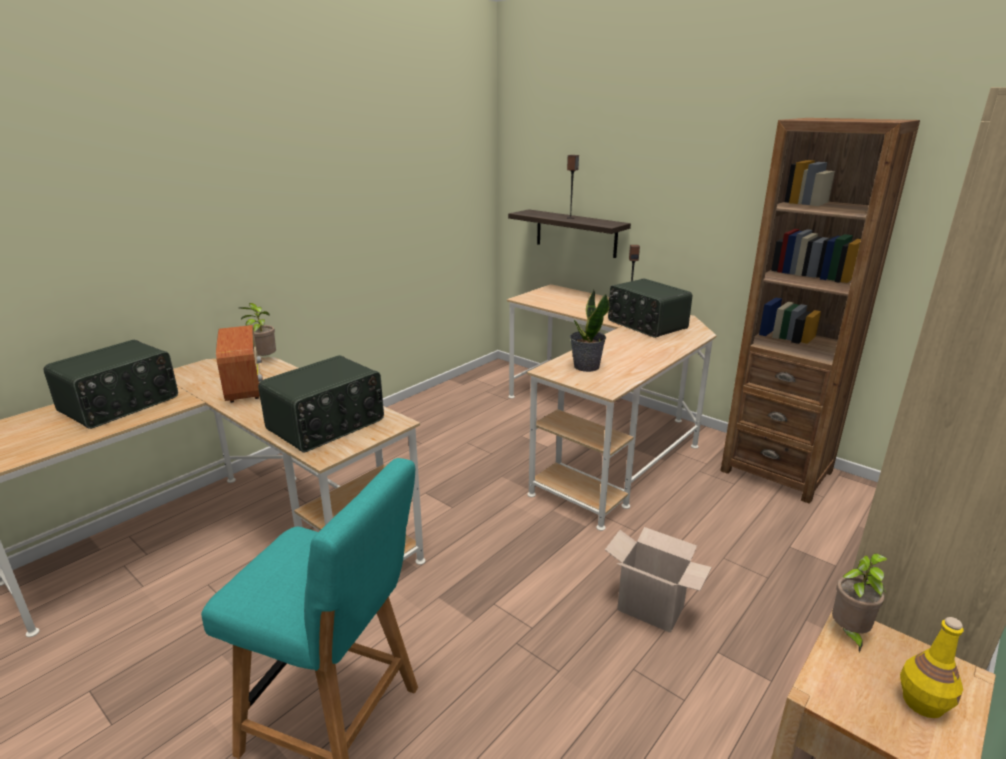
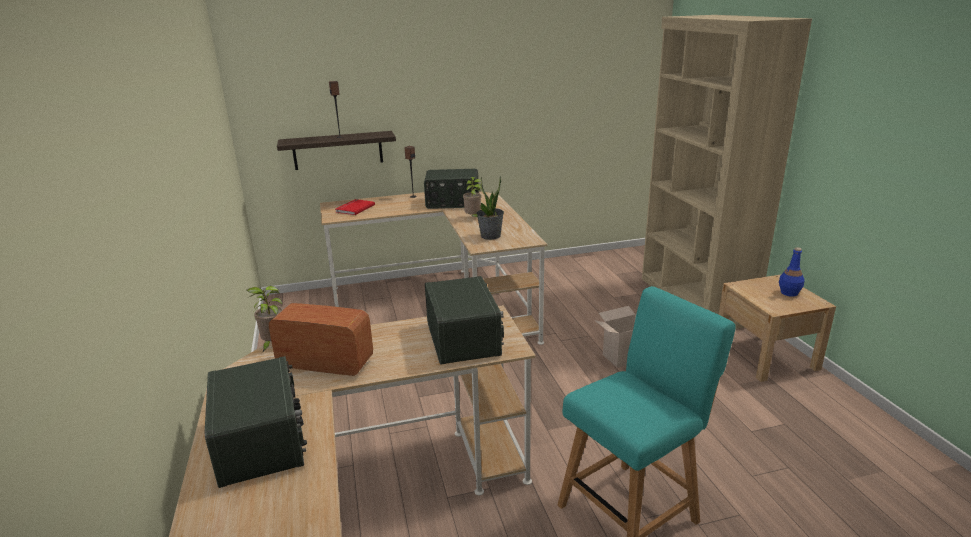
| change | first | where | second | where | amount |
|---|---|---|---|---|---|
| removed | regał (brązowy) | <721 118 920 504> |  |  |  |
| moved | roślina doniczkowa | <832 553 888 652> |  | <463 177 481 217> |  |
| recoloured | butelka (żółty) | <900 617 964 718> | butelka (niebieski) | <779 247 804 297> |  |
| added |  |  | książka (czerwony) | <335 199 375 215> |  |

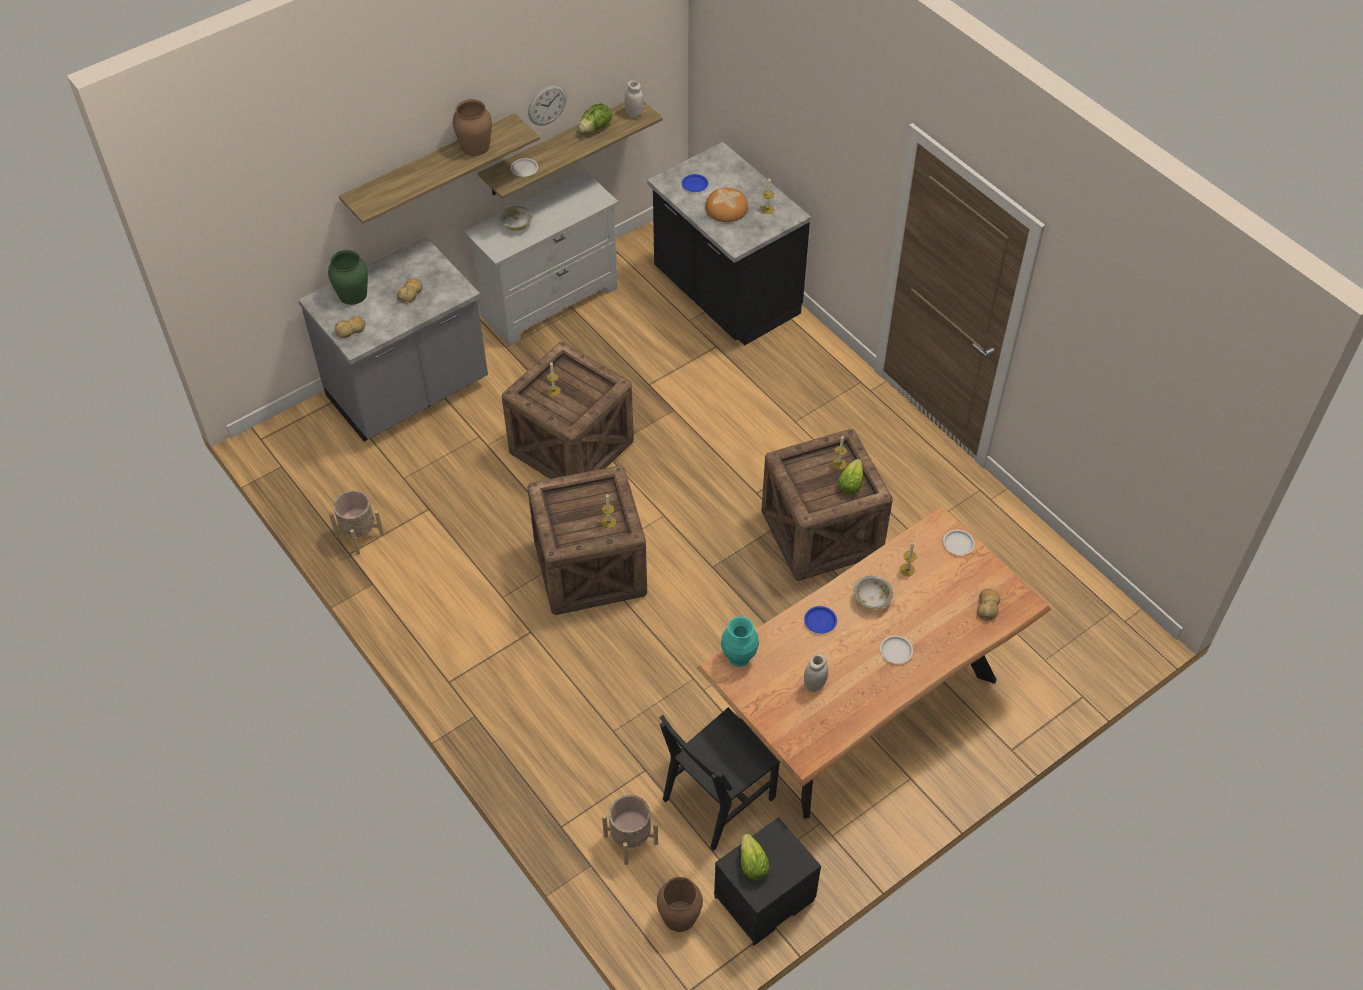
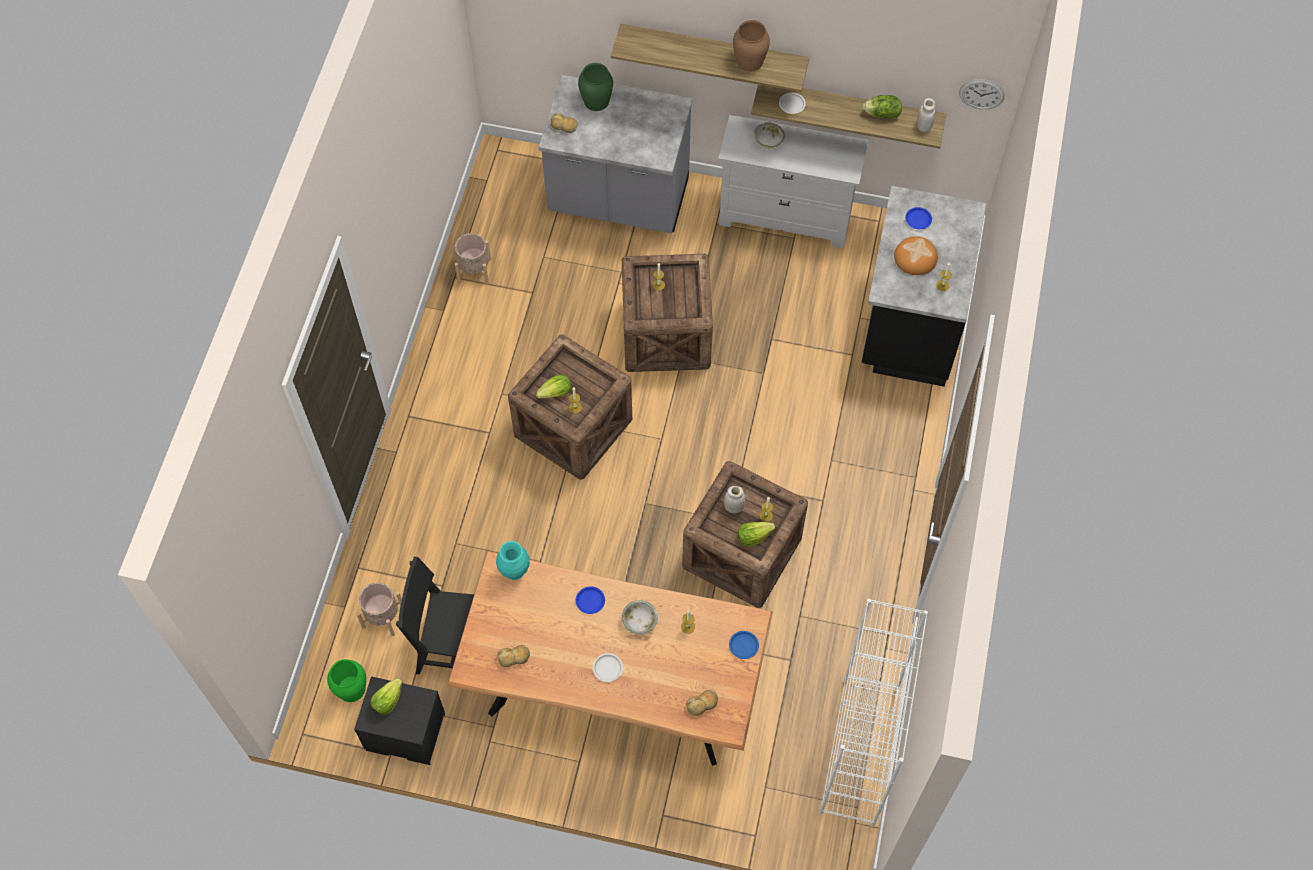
| change | first | where | second | where | amount |
|---|---|---|---|---|---|
| moved | chleb | <397 278 423 304> |  | <497 645 530 667> |  |
| moved | zegar ścienny | <528 84 567 126> |  | <959 79 1005 110> |  |
| recoloured | wazon (brązowy) | <657 877 703 932> | wazon (zielony) | <327 659 366 702> |  |
| moved | słoik (biały) | <804 653 828 692> |  | <724 486 745 513> |  |
| recoloured | talerz (biały) | <943 530 975 555> | talerz (niebieski) | <729 631 759 659> |  |
| added |  |  | sałata | <536 374 571 399> |  |
| added |  |  | regał (biały) | <820 598 928 826> |  |

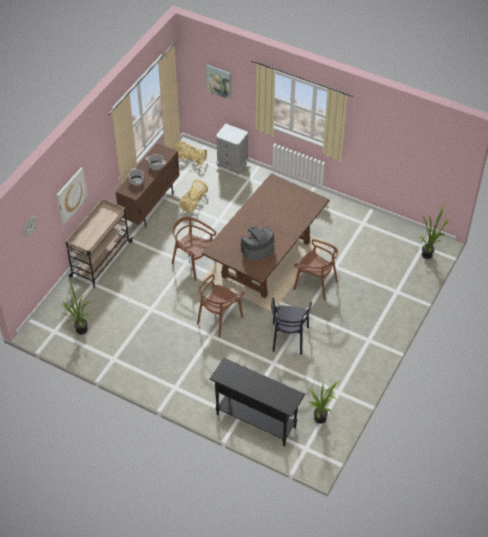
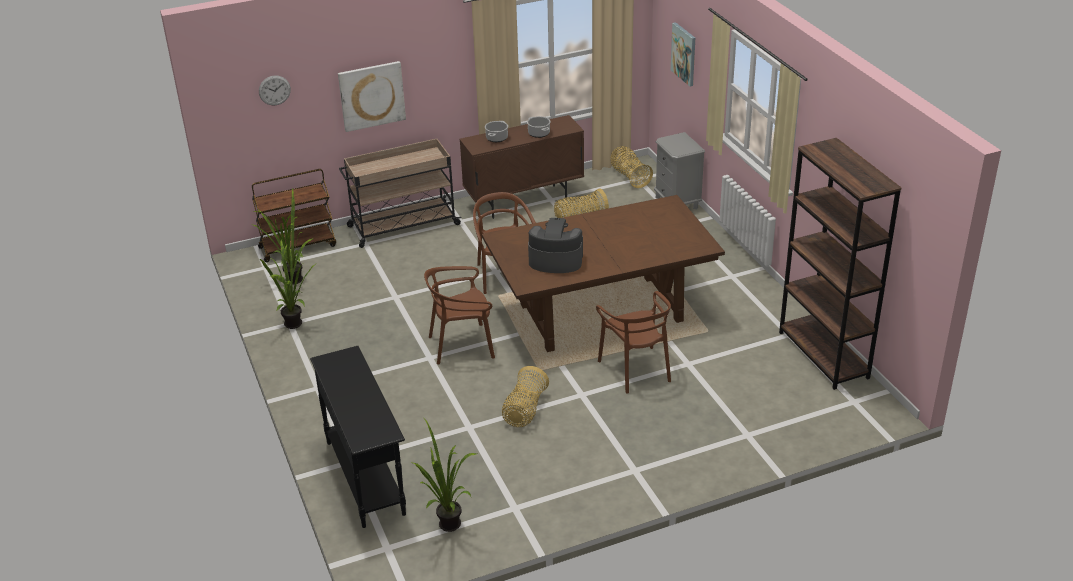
| change | first | where | second | where | amount |
|---|---|---|---|---|---|
| replaced | krzesło (czarny) | <271 298 312 355> | koszyk | <502 366 549 427> |  |
| moved | roślina doniczkowa | <419 204 451 259> |  | <259 238 317 329> |  |
| added |  |  | wózek (brązowy) | <252 169 336 262> |  |
| added |  |  | regał (brązowy) | <779 138 902 390> |  |

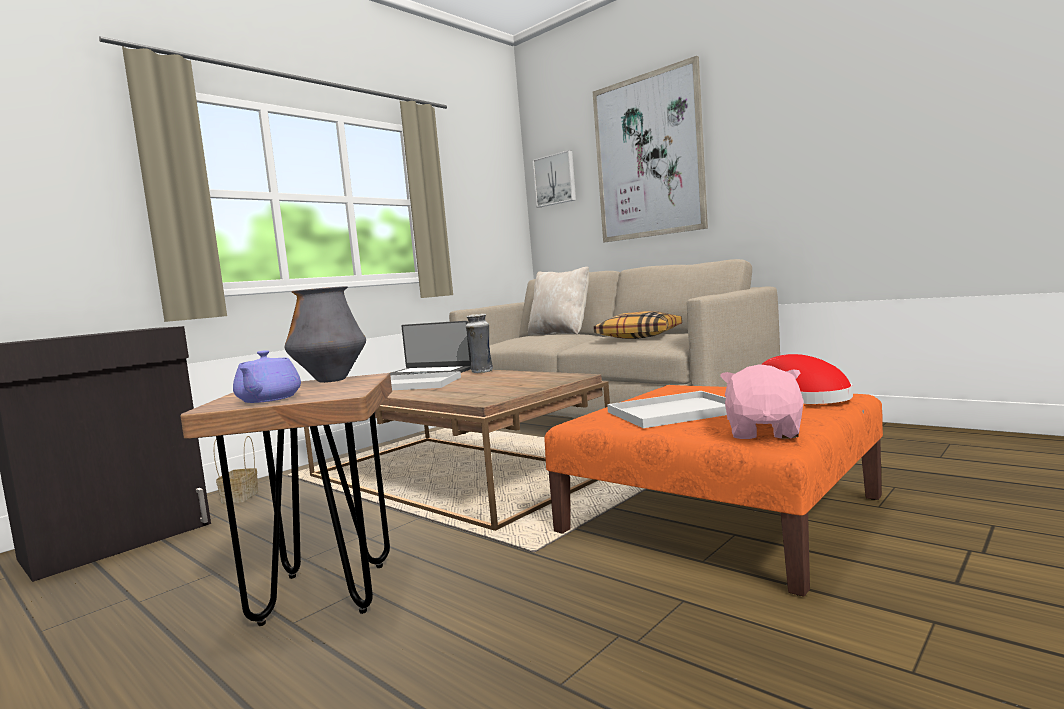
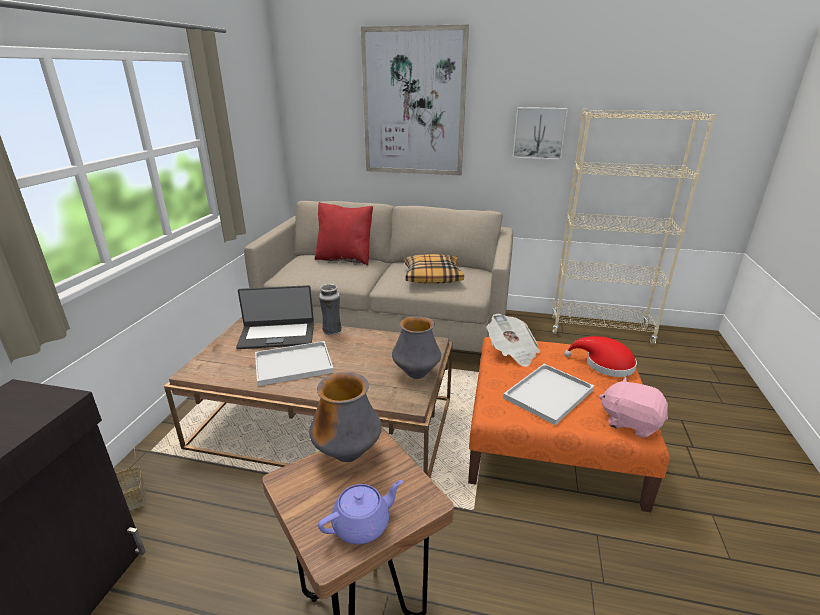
| change | first | where | second | where | amount |
|---|---|---|---|---|---|
| turned | imbryk (fioletowy) | <233 350 301 403> |  | <318 480 403 544> | 90 degrees counterclockwise |
| recoloured | poduszka (beżowy) | <528 267 589 335> | poduszka (czerwony) | <315 202 373 266> |  |
| moved | obraz | <532 150 576 207> |  | <513 107 568 160> |  |
| turned | pluszak (różowy) | <720 364 803 439> |  | <599 377 668 438> | 45 degrees counterclockwise |
| added |  |  | wazon | <392 316 441 379> |  |
| added |  |  | gazeta | <487 314 540 367> |  |
| added |  |  | regał (beżowy) | <552 109 715 345> |  |

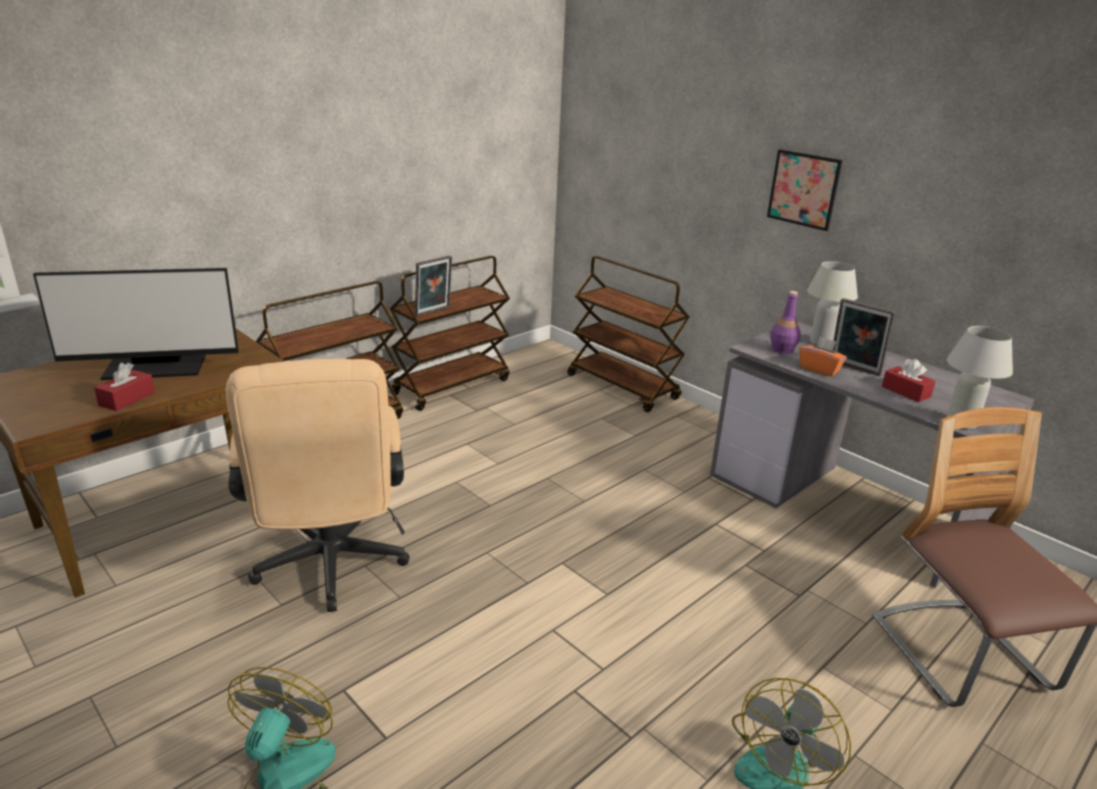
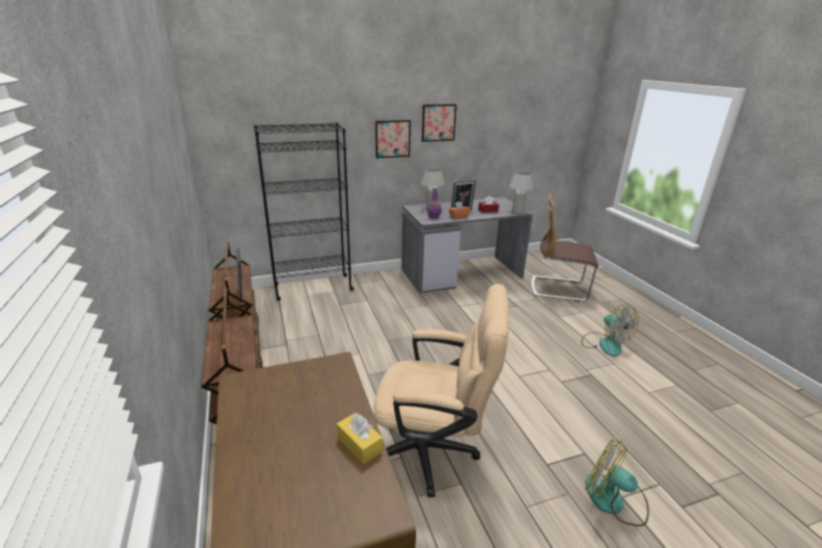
| change | first | where | second | where | amount |
|---|---|---|---|---|---|
| removed | monitor | <33 268 239 380> |  |  |  |
| recoloured | pudełko chusteczek (czerwony) | <94 363 155 411> | pudełko chusteczek (żółty) | <337 413 383 464> |  |
| replaced | wózek (brązowy) | <567 256 690 412> | regał (czarny) | <254 123 354 301> |  |
| added |  |  | obraz | <422 104 457 142> |  |

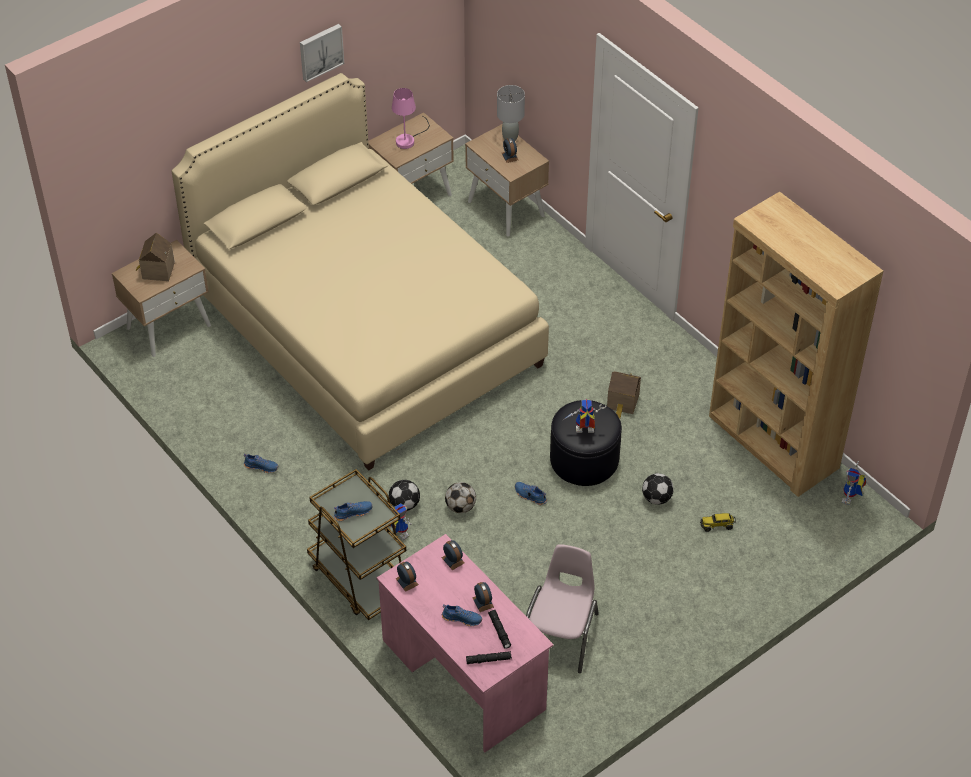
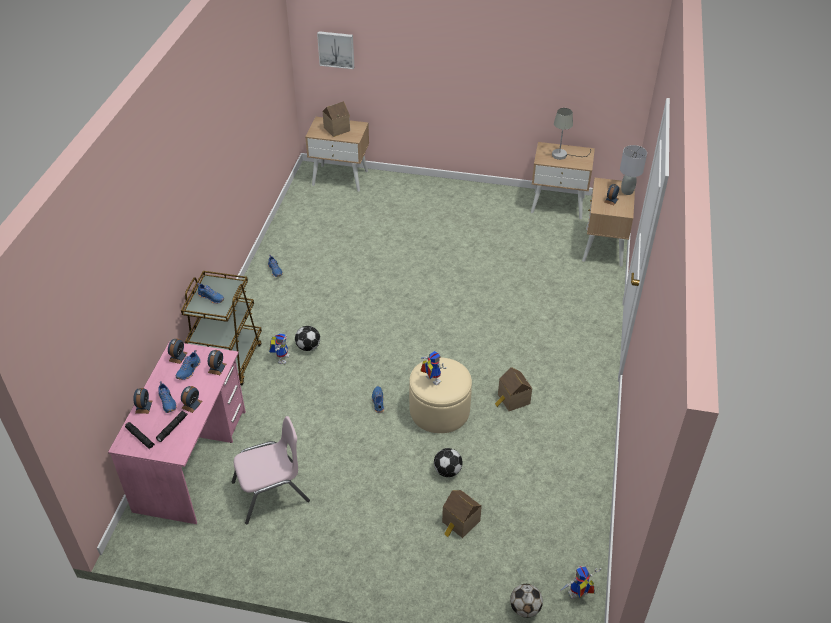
| change | first | where | second | where | amount |
|---|---|---|---|---|---|
| removed | łóżko (beżowy) | <171 73 549 471> |  |  |  |
| moved | obraz | <300 24 344 82> |  | <317 31 354 69> |  |
| recoloured | lampa stołowa (różowy) | <392 88 430 149> | lampa stołowa (szary) | <552 108 591 160> |  |
| moved | piłka futbolowa | <445 482 476 513> |  | <510 584 543 618> |  |
| recoloured | pufa (czarny) | <550 400 622 486> | pufa (beżowy) | <409 358 472 433> |  |
| replaced | ciężarówka zabawkowa | <700 513 736 532> | domek | <442 490 482 538> |  |
| removed | regał (brązowy) | <709 191 883 497> |  |  |  |
| added |  |  | budzik | <133 388 153 414> |  |
| added |  |  | but (niebieski) | <176 350 201 380> |  |

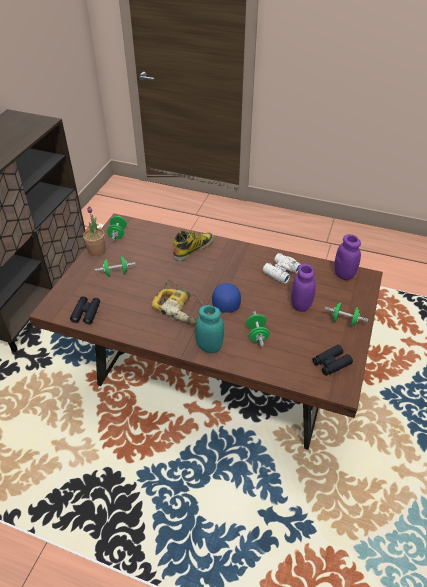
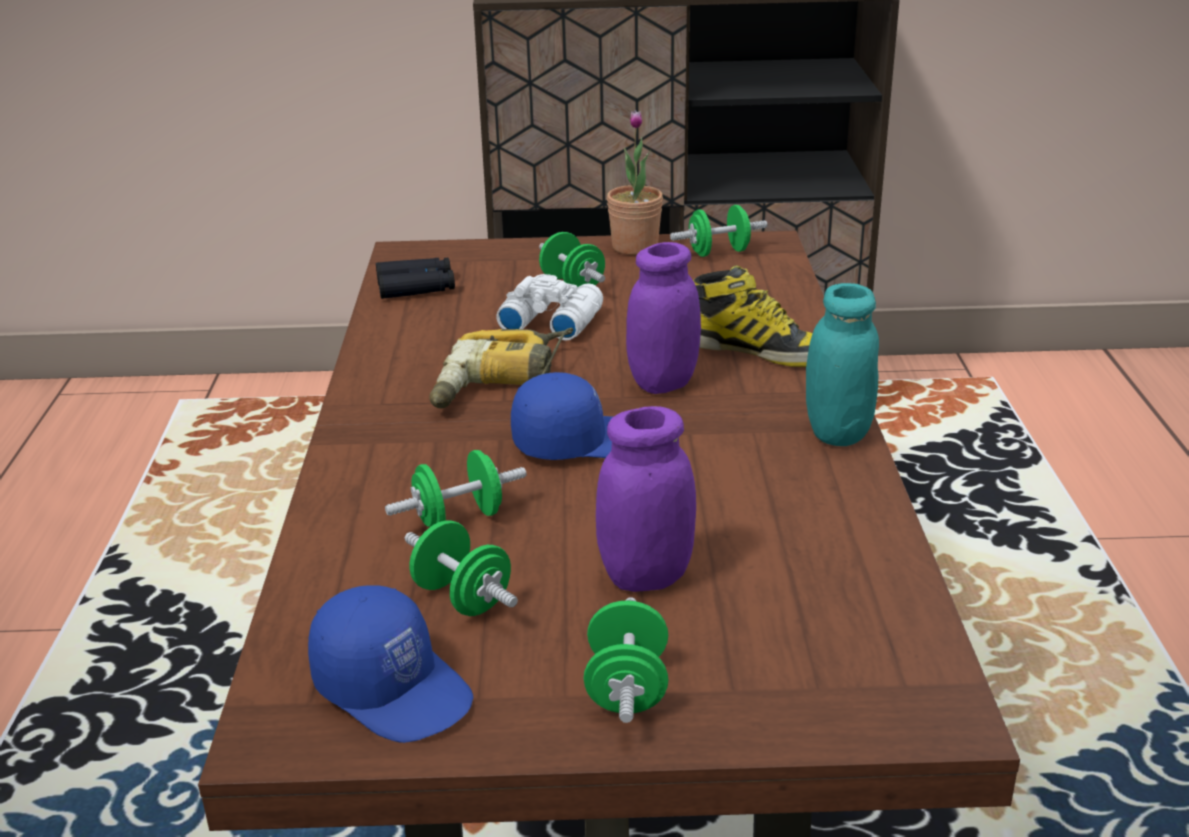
| change | first | where | second | where | amount |
|---|---|---|---|---|---|
| moved | słoik (turkusowy) | <195 305 224 353> |  | <806 283 879 446> |  |
| moved | lornetka (biały) | <263 253 301 284> |  | <496 274 603 341> |  |
| replaced | lornetka (czarny) | <312 345 353 376> | czapka z daszkiem (niebieski) | <308 585 473 743> |  |
| moved | słoik (fioletowy) | <334 234 361 280> |  | <626 242 701 394> |  |
| added |  |  | hantel (zielony) | <405 520 518 616> |  |

